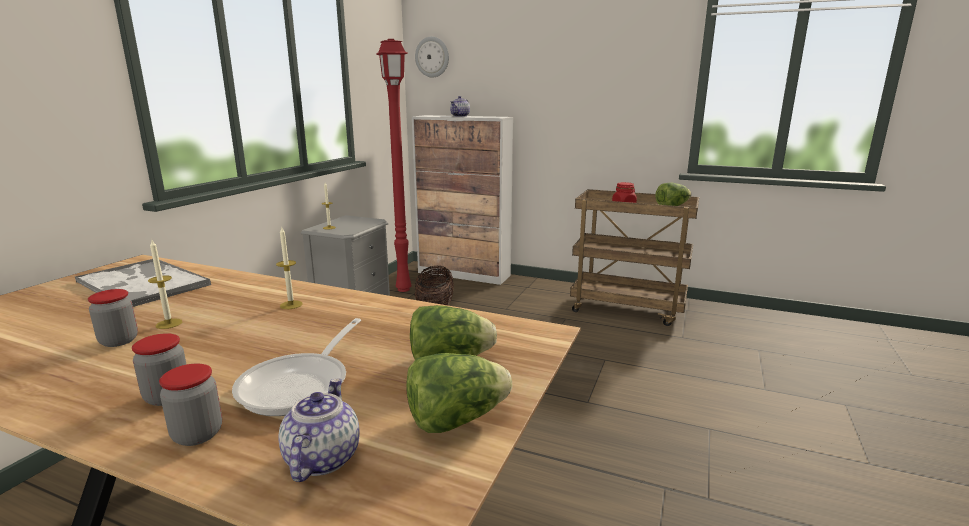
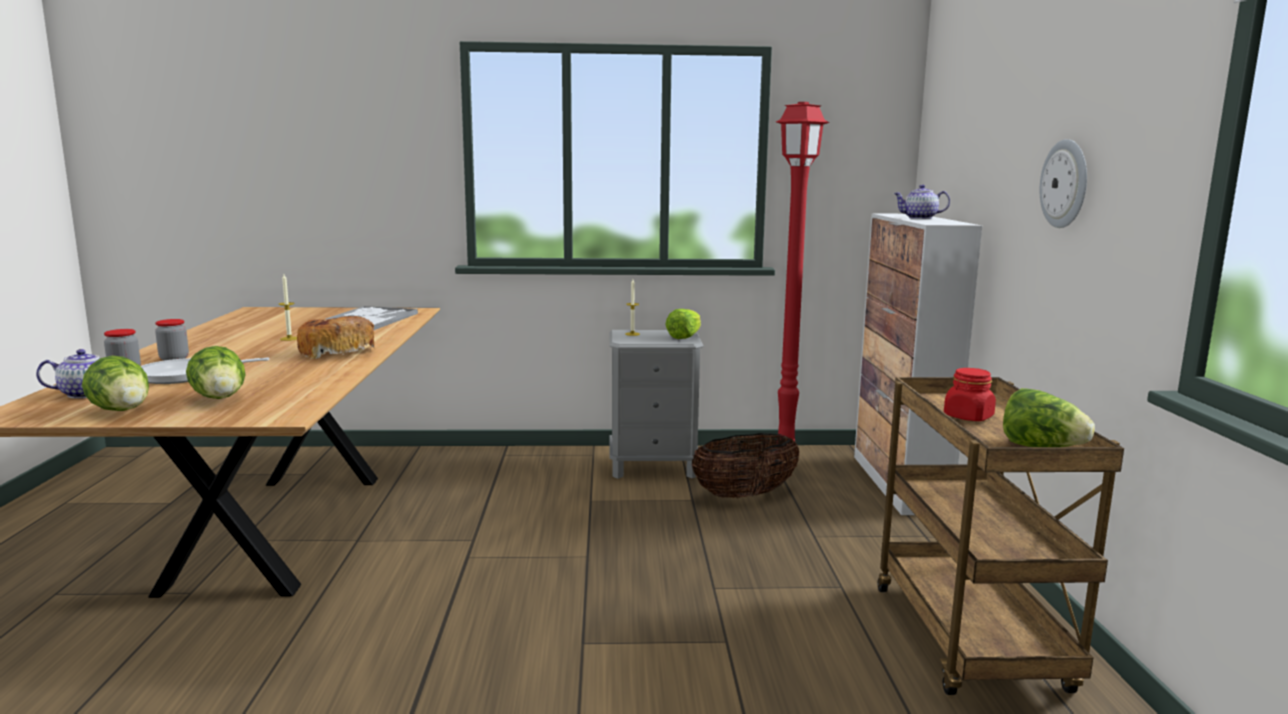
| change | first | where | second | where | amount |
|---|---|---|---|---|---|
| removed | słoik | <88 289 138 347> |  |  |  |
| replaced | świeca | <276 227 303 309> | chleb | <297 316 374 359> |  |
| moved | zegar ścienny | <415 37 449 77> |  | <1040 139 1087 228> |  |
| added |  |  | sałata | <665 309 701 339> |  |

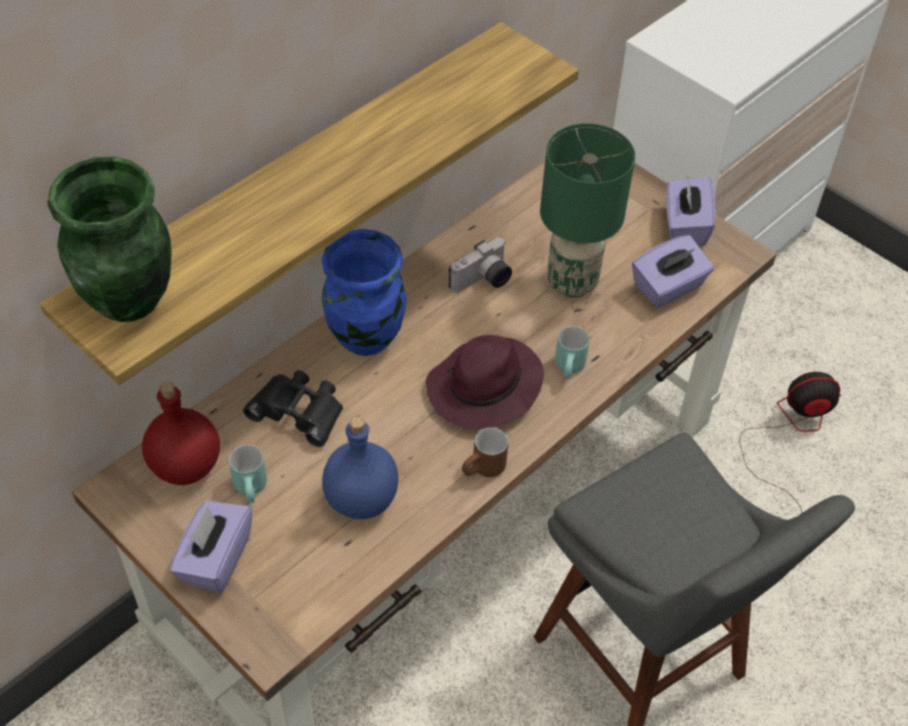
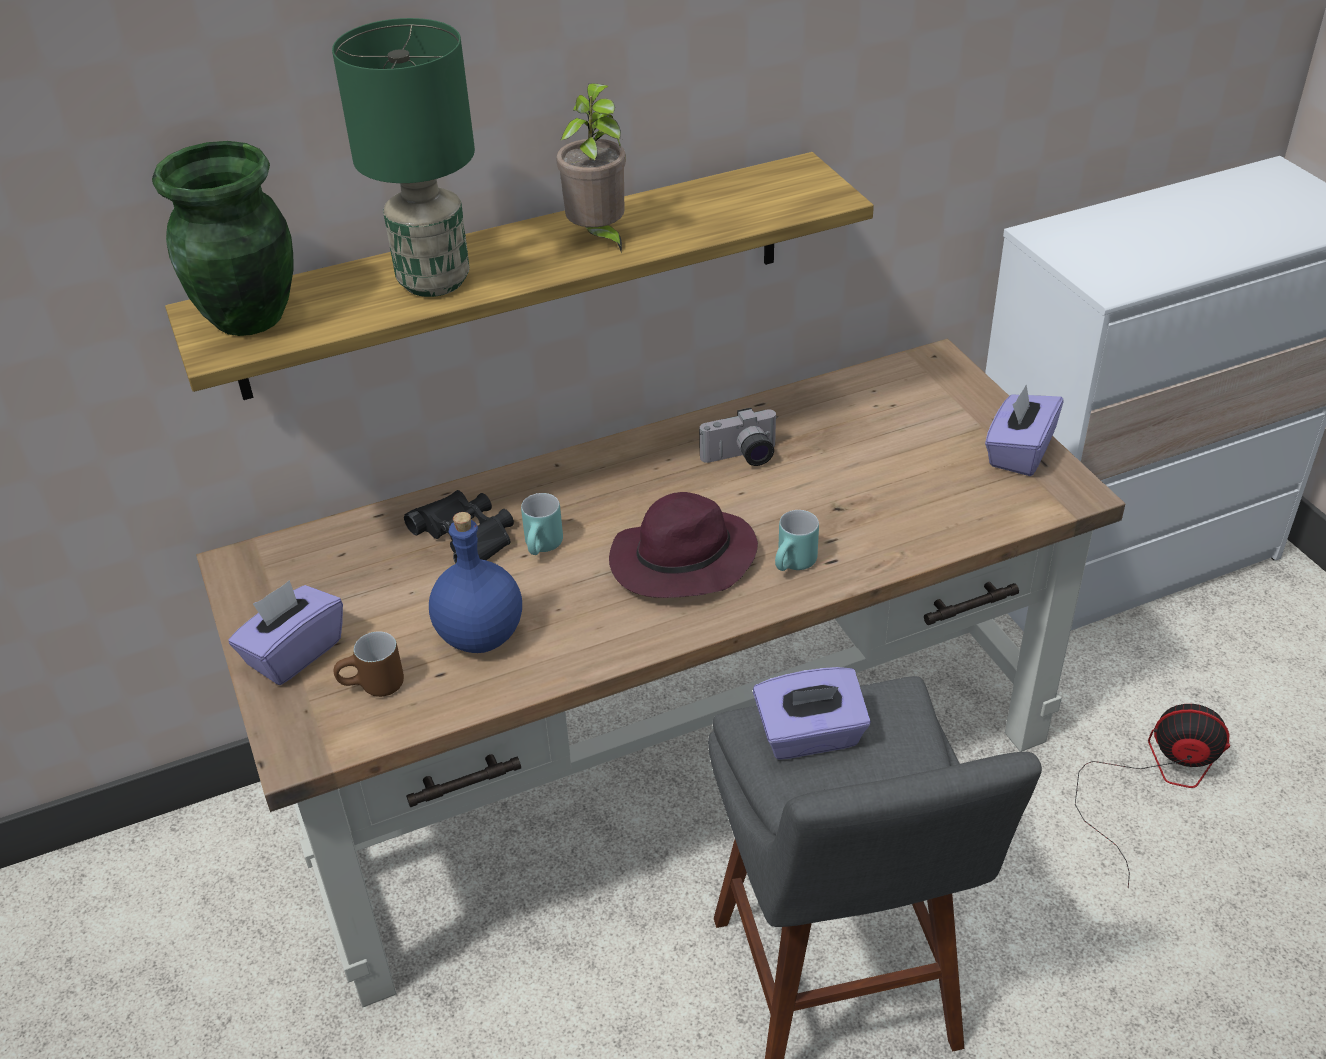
| change | first | where | second | where | amount |
|---|---|---|---|---|---|
| removed | butelka (czerwony) | <142 382 220 485> |  |  |  |
| moved | kubek (turkusowy) | <229 445 267 503> |  | <521 493 563 555> |  |
| removed | wazon (niebieski) | <322 229 407 356> |  |  |  |
| moved | kubek (brązowy) | <462 428 508 477> |  | <334 631 404 697> |  |
| moved | lampa stołowa (zielony) | <540 123 635 297> |  | <332 18 475 297> |  |
| moved | pudełko chusteczek (fioletowy) | <632 235 714 308> |  | <753 667 871 760> |  |
| added |  |  | roślina doniczkowa | <556 83 626 254> |  |

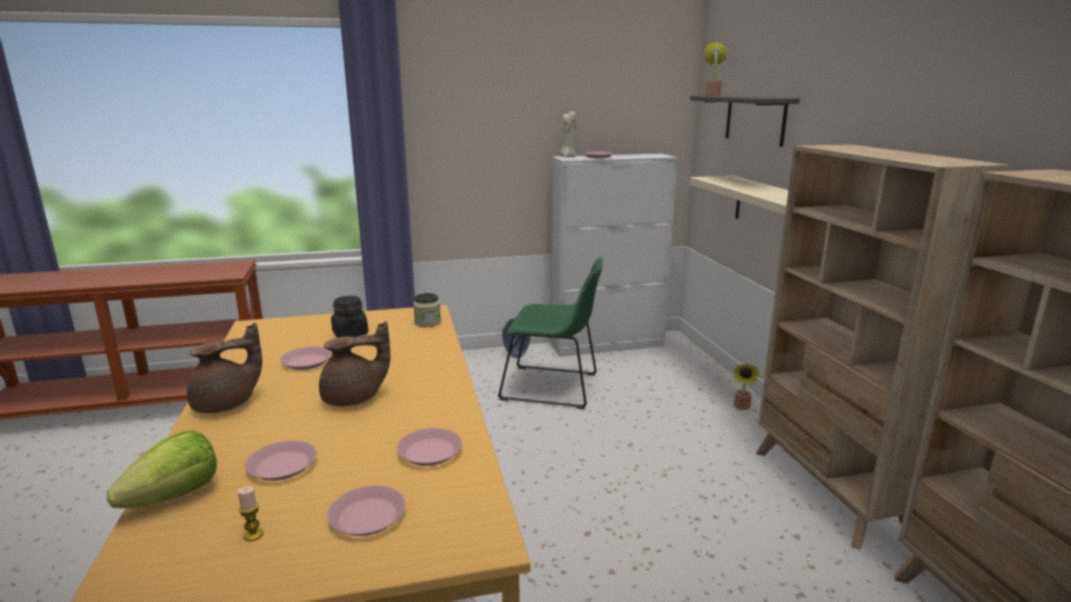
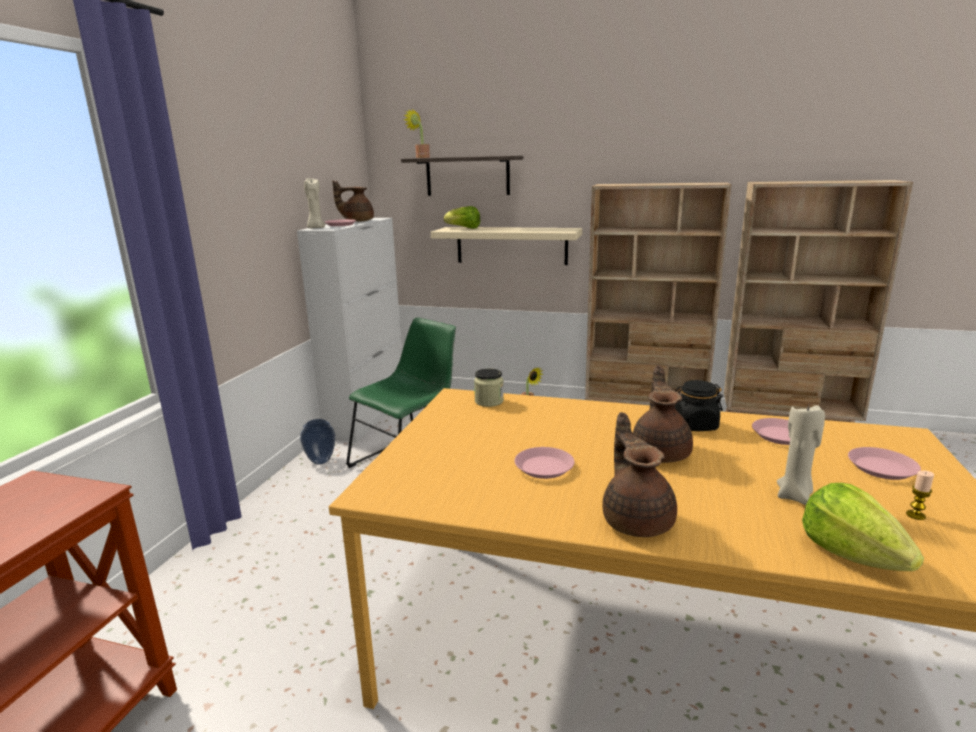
| change | first | where | second | where | amount |
|---|---|---|---|---|---|
| replaced | talerz (różowy) | <245 440 317 481> | świeca (beżowy) | <777 405 825 505> |  |
| moved | słoik (czarny) | <331 296 368 337> |  | <675 380 723 431> |  |
| added |  |  | imbryk (brązowy) | <332 180 374 222> |  |
| added |  |  | sałata | <444 206 480 229> |  |

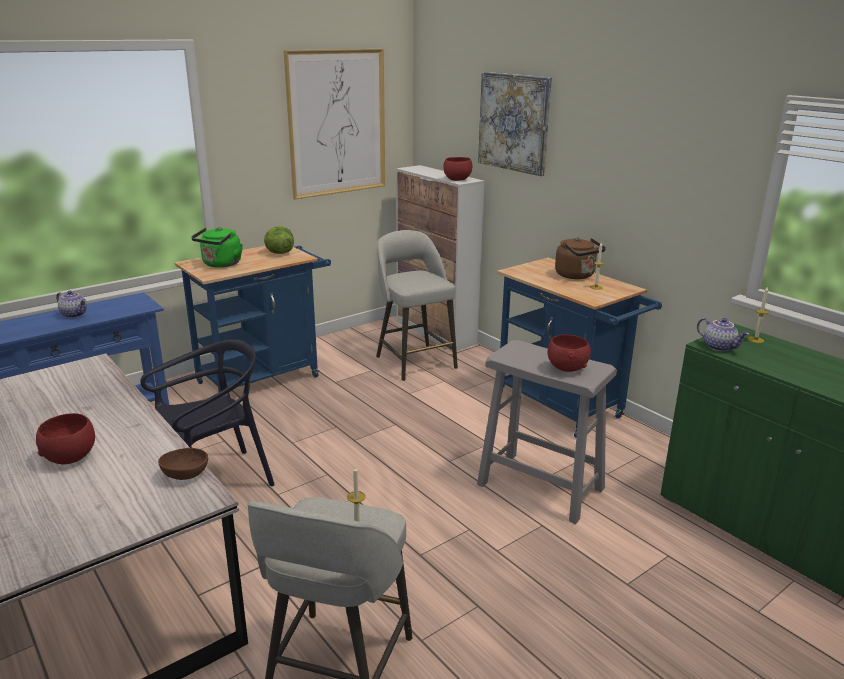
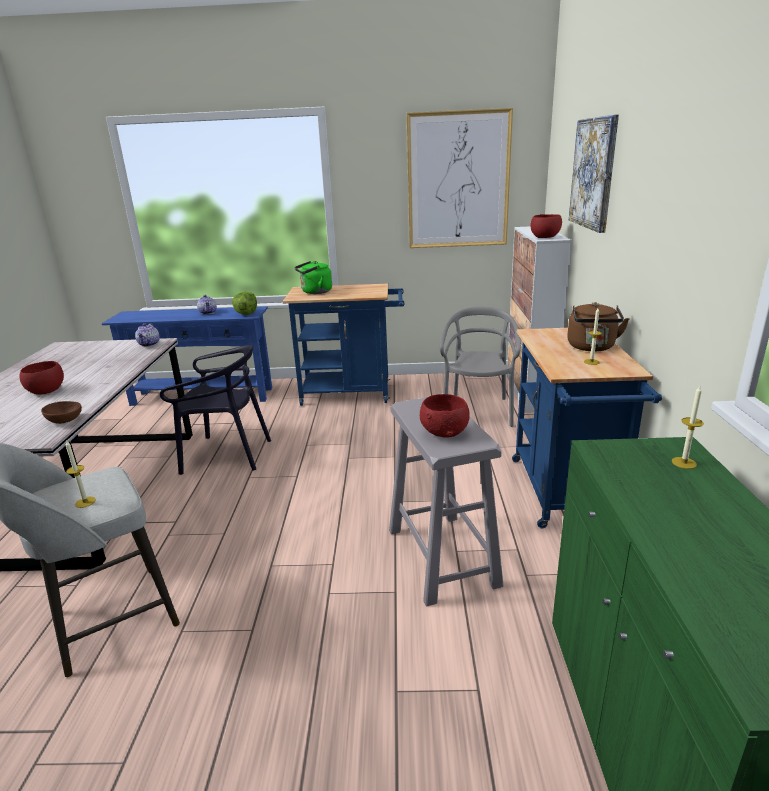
| change | first | where | second | where | amount |
|---|---|---|---|---|---|
| moved | sałata | <264 227 294 254> |  | <232 292 257 315> |  |
| replaced | stołek (szary) | <376 230 458 381> | krzesło (szary) | <440 307 521 427> |  |
| moved | imbryk | <697 318 749 351> |  | <135 323 160 347> |  |

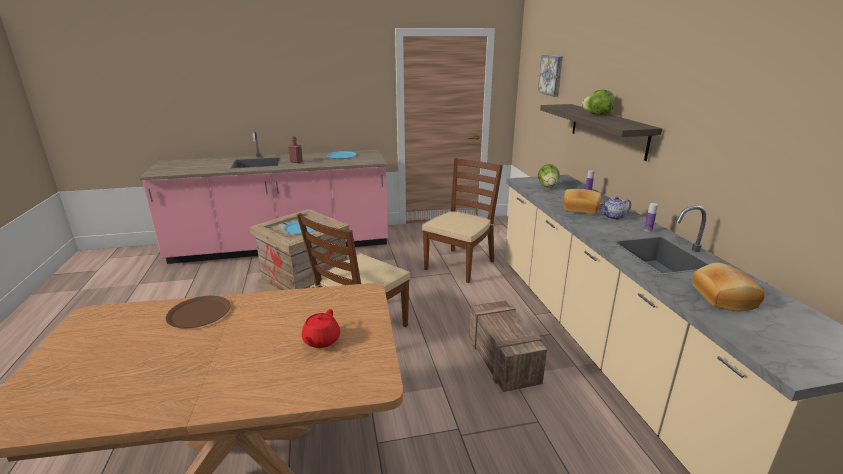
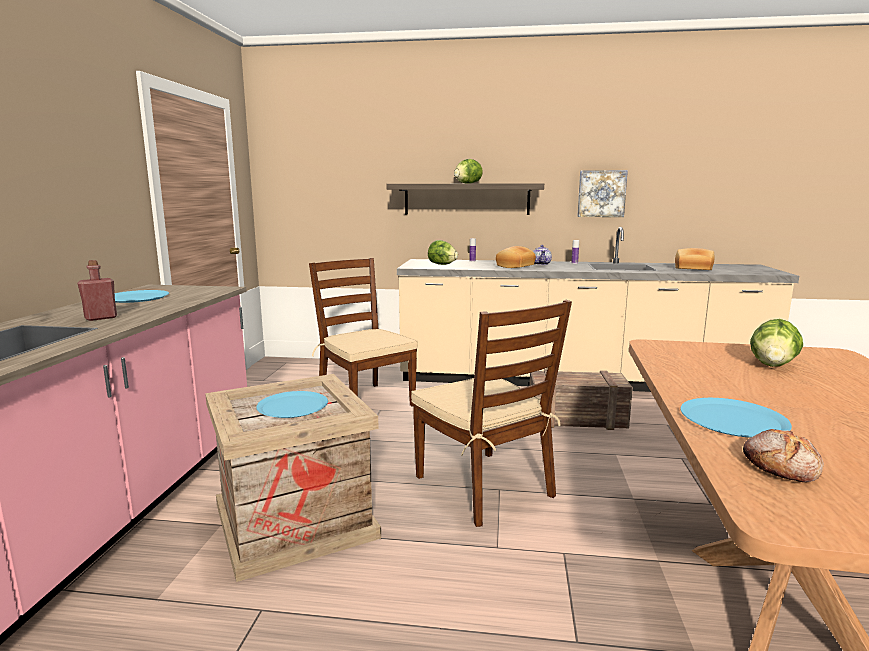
| change | first | where | second | where | amount |
|---|---|---|---|---|---|
| recoloured | talerz (brązowy) | <166 296 230 328> | talerz (niebieski) | <680 398 792 438> |  |
| replaced | imbryk (czerwony) | <302 309 340 348> | sałata | <750 319 803 367> |  |
| moved | obraz | <538 55 563 97> |  | <577 170 628 217> |  |
| added |  |  | chleb | <743 429 824 482> |  |

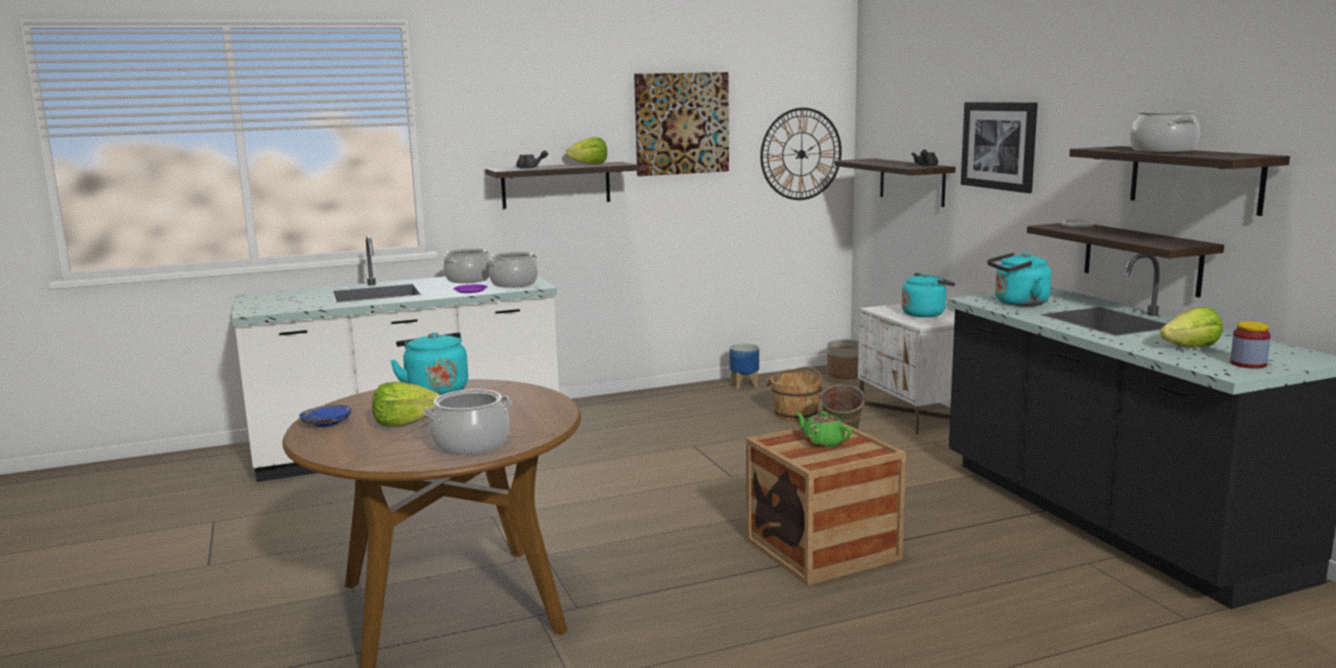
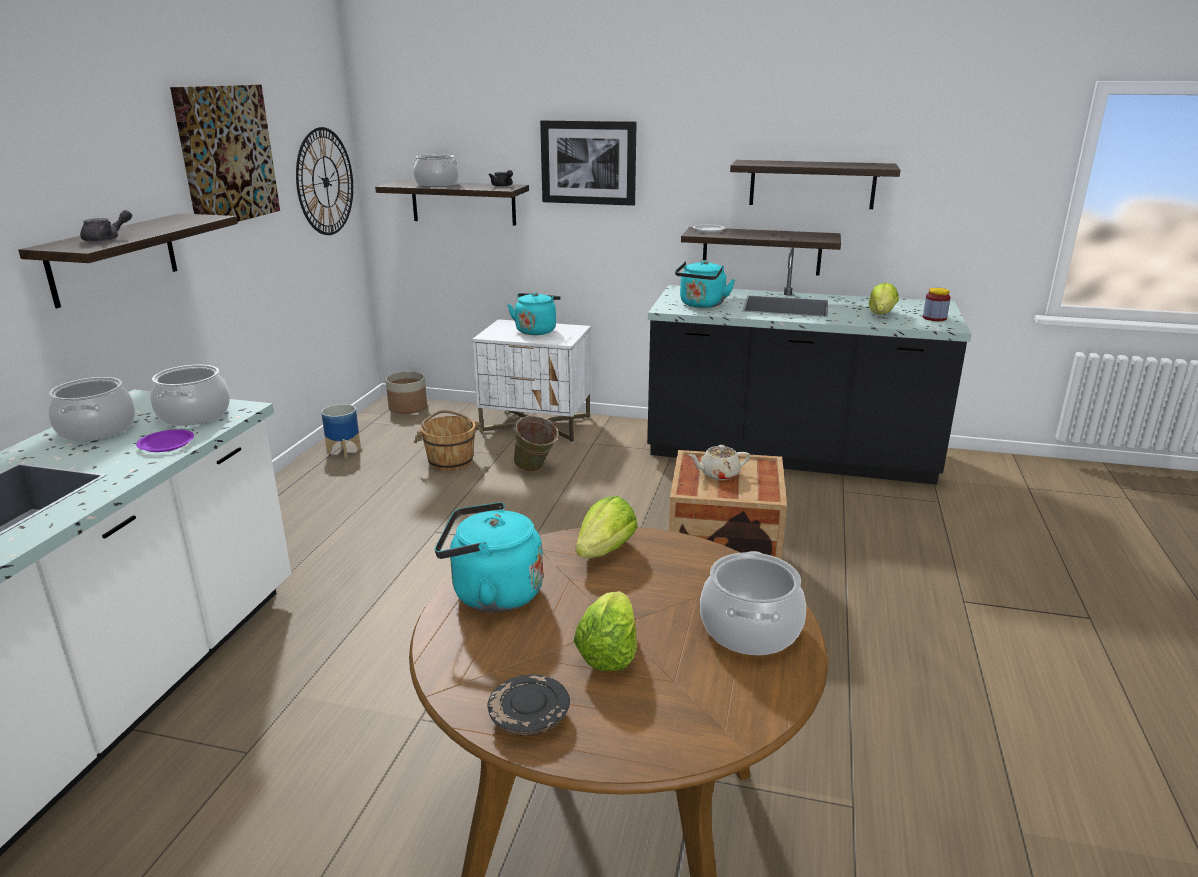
| change | first | where | second | where | amount |
|---|---|---|---|---|---|
| recoloured | talerz (niebieski) | <299 405 351 427> | talerz (czarny) | <487 675 570 736> |  |
| moved | sałata | <566 137 607 164> |  | <576 496 637 558> |  |
| recoloured | imbryk (zielony) | <795 411 852 448> | imbryk (beżowy) | <689 445 750 480> |  |
| moved | garnek | <1130 111 1200 153> |  | <413 154 459 187> |  |

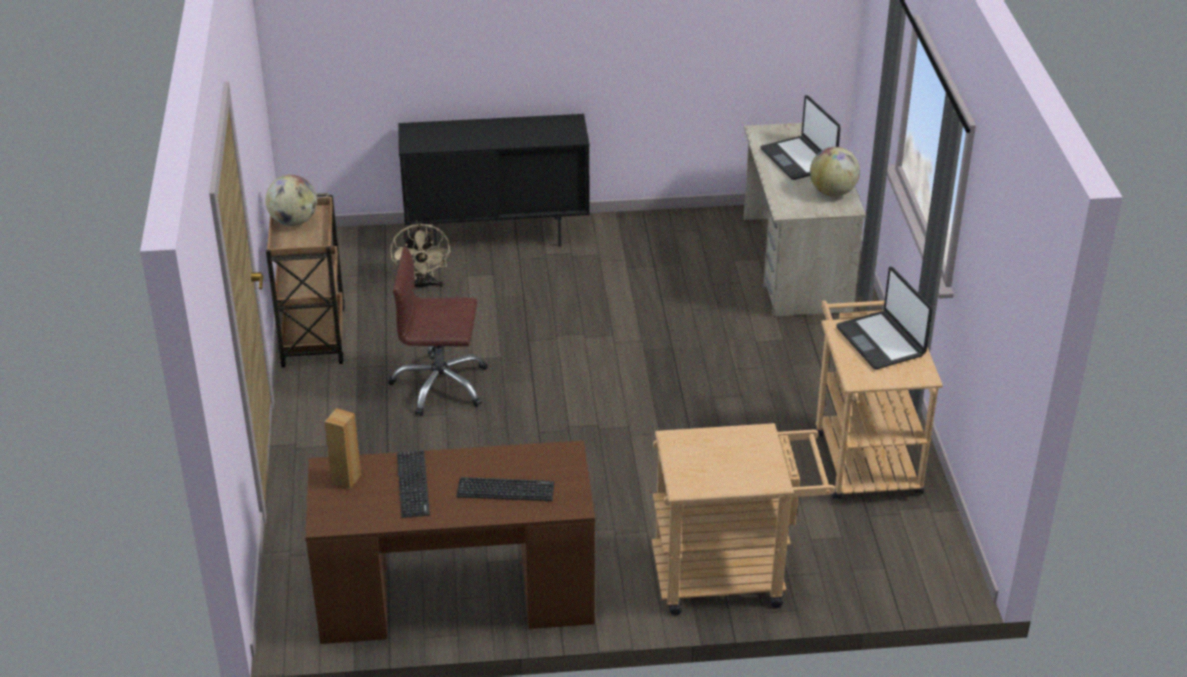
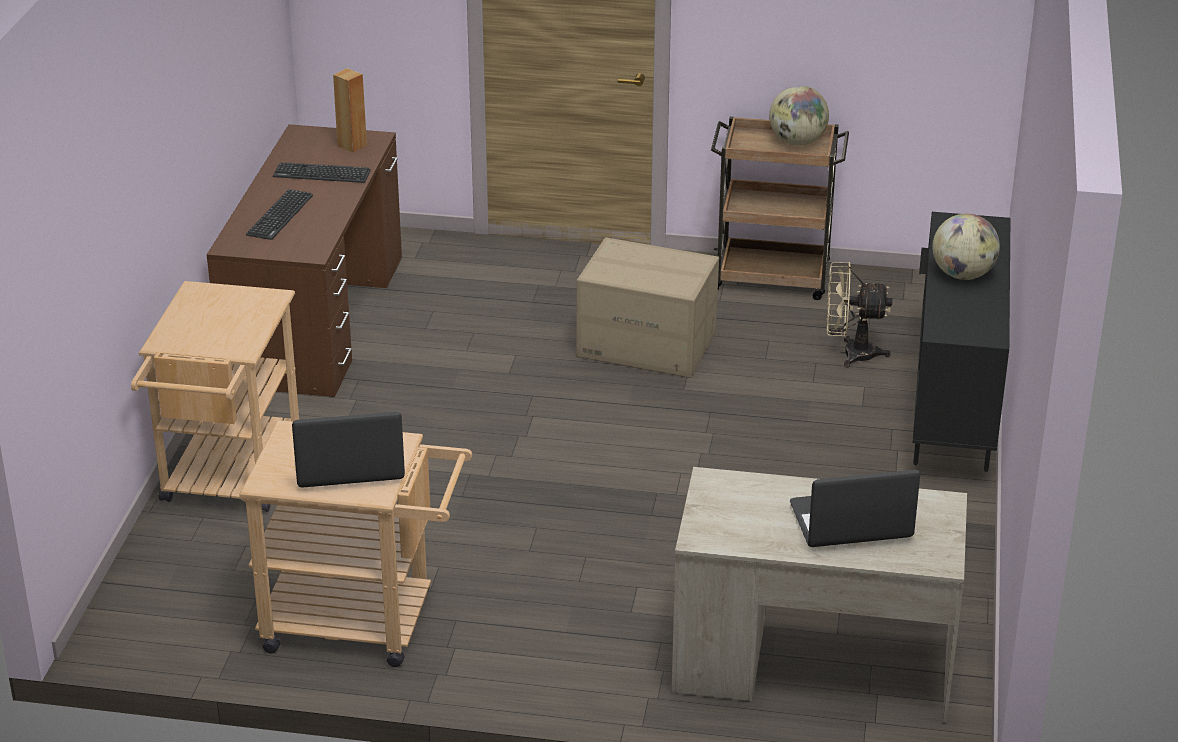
| change | first | where | second | where | amount |
|---|---|---|---|---|---|
| replaced | krzesło biurowe (brązowy) | <388 247 488 416> | karton | <576 237 719 378> |  |
| moved | globus | <810 147 860 197> |  | <932 213 1000 280> |  |

